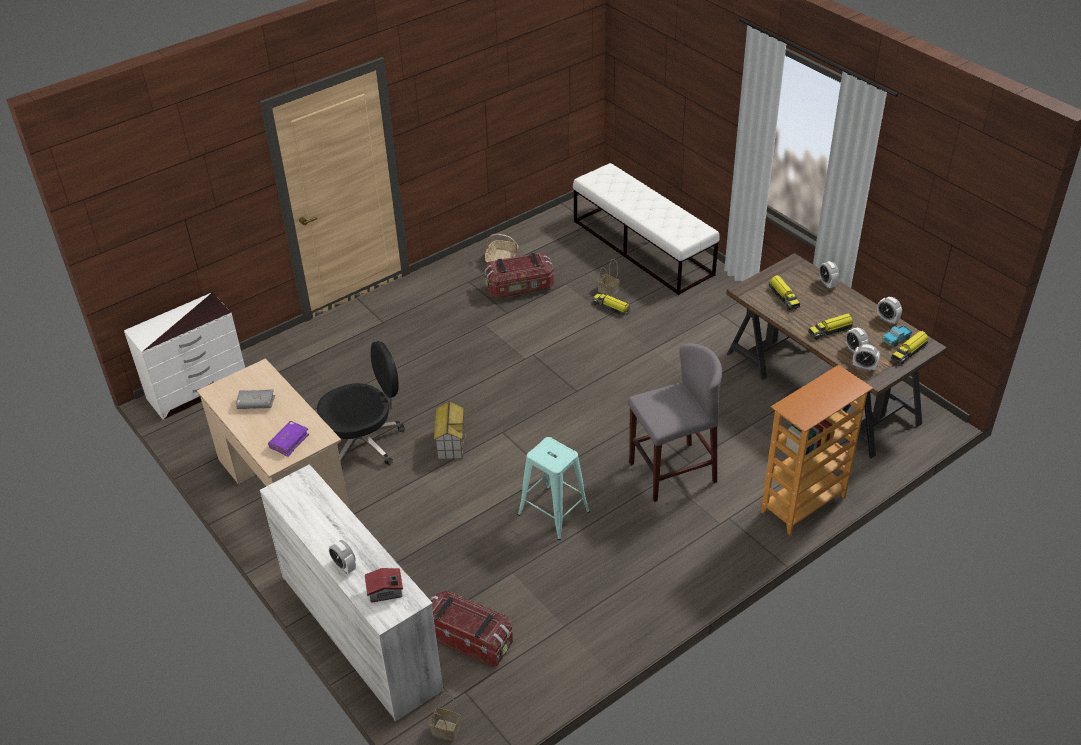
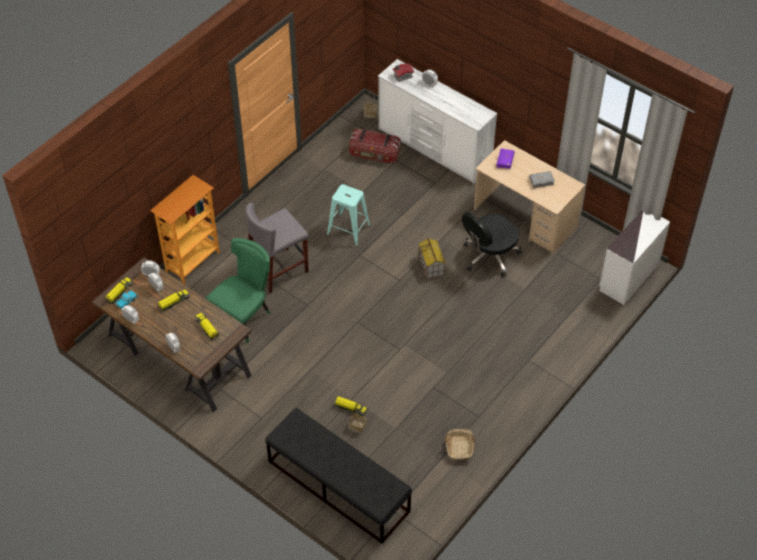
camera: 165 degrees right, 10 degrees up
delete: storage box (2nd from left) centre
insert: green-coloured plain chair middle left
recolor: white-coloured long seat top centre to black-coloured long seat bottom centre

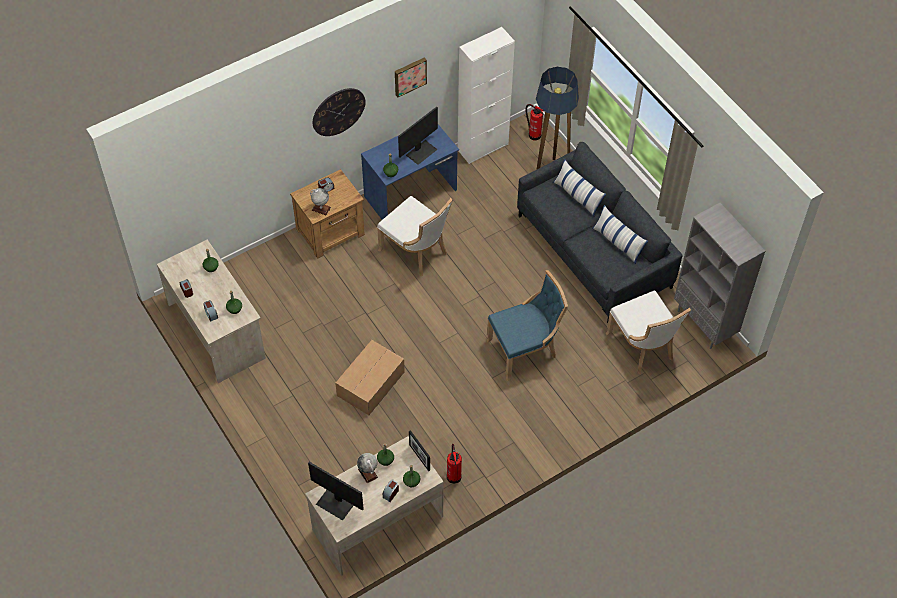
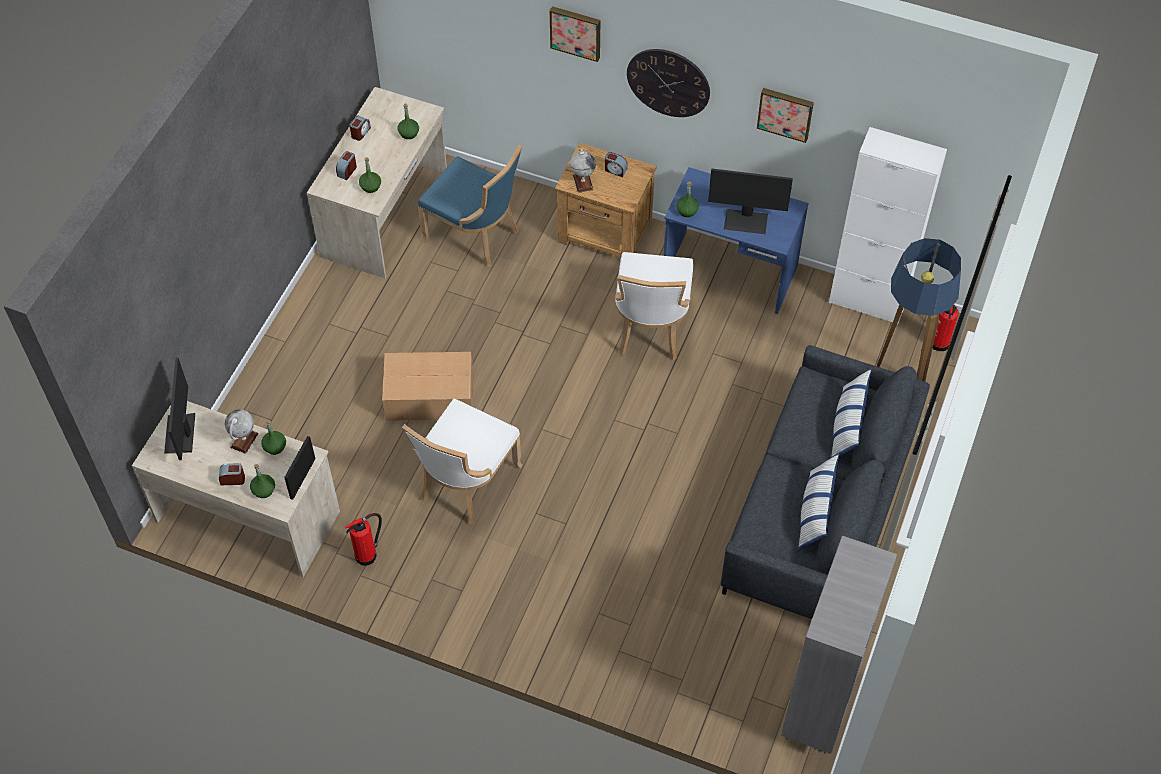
camera: 55 degrees right, 0 degrees up
insert: wall art (1st from left) top centre
move: white-coloured plain chair (2nd from left in the first image) middle right to white-coloured plain chair (1st from left) centre; blue-coloured plain chair centre to top centre

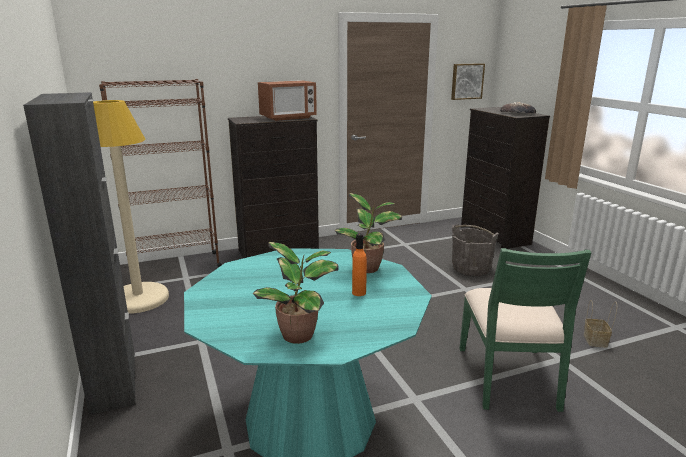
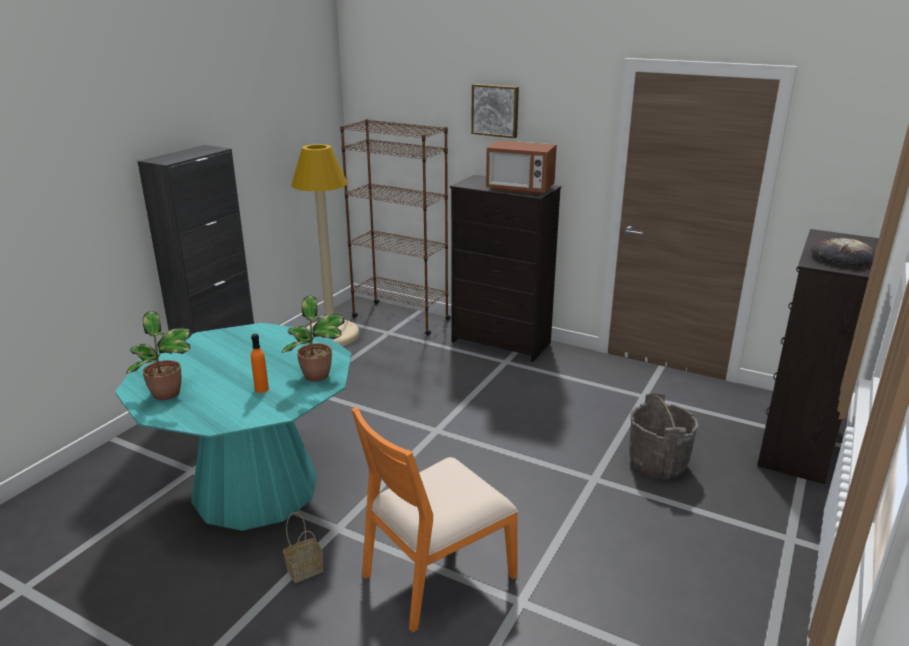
camera: 50 degrees right, 5 degrees up
move: basket bottom right to bottom centre; wall art top right to top centre
recolor: green-coloured plain chair bottom right to orange plain chair bottom centre

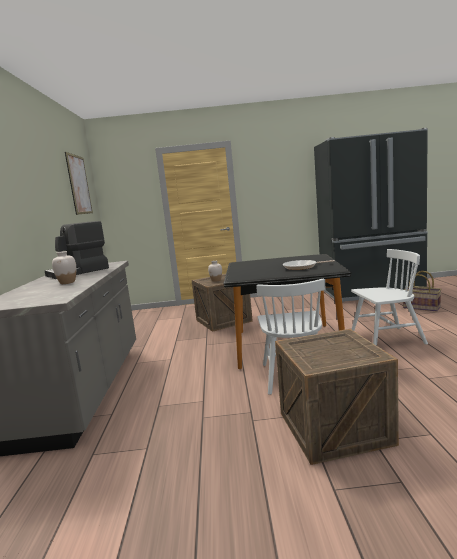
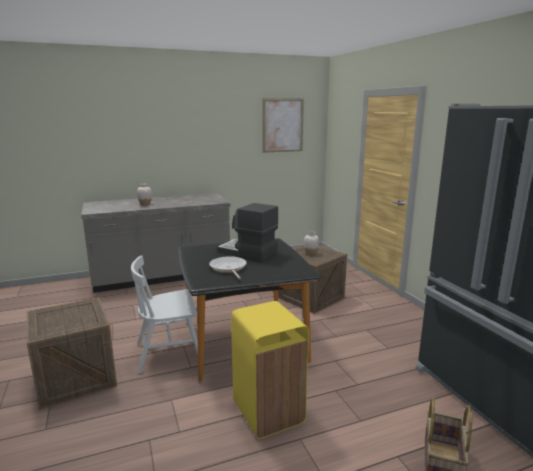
camera: 70 degrees right, 5 degrees up
move: coffee maker middle left to centre
replace: white-coloured plain chair (2nd from left) middle right to yellow-coloured waste bin bottom centre

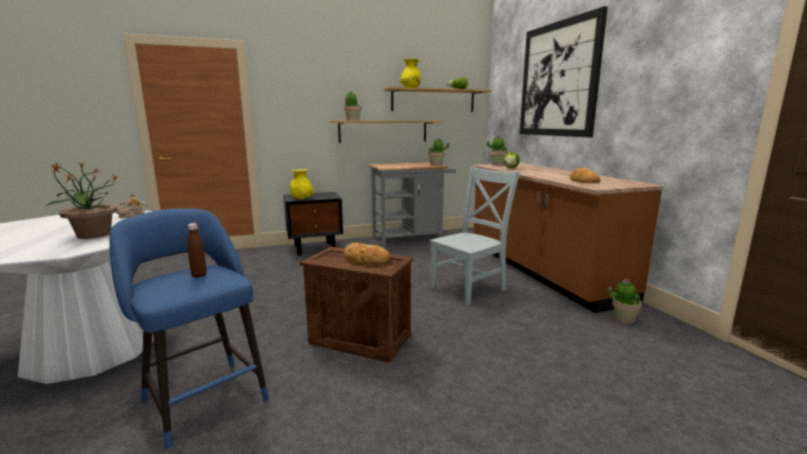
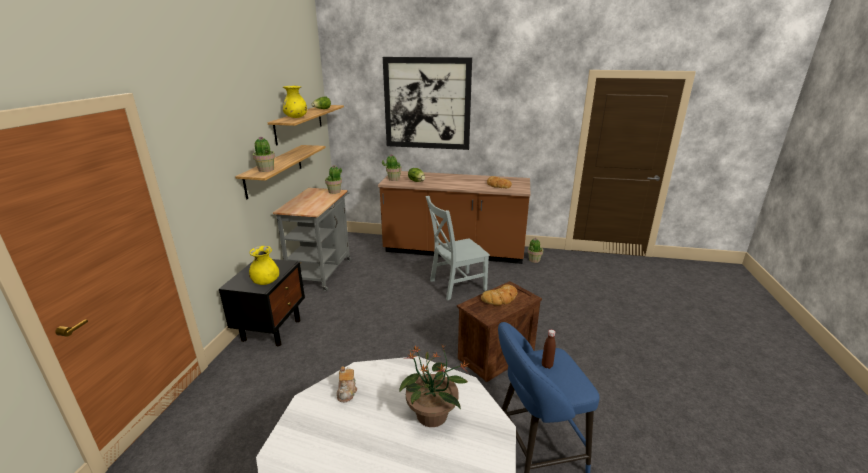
camera: 60 degrees left, 10 degrees up
rotate: gray plain chair centre = centre 105 degrees counterclockwise

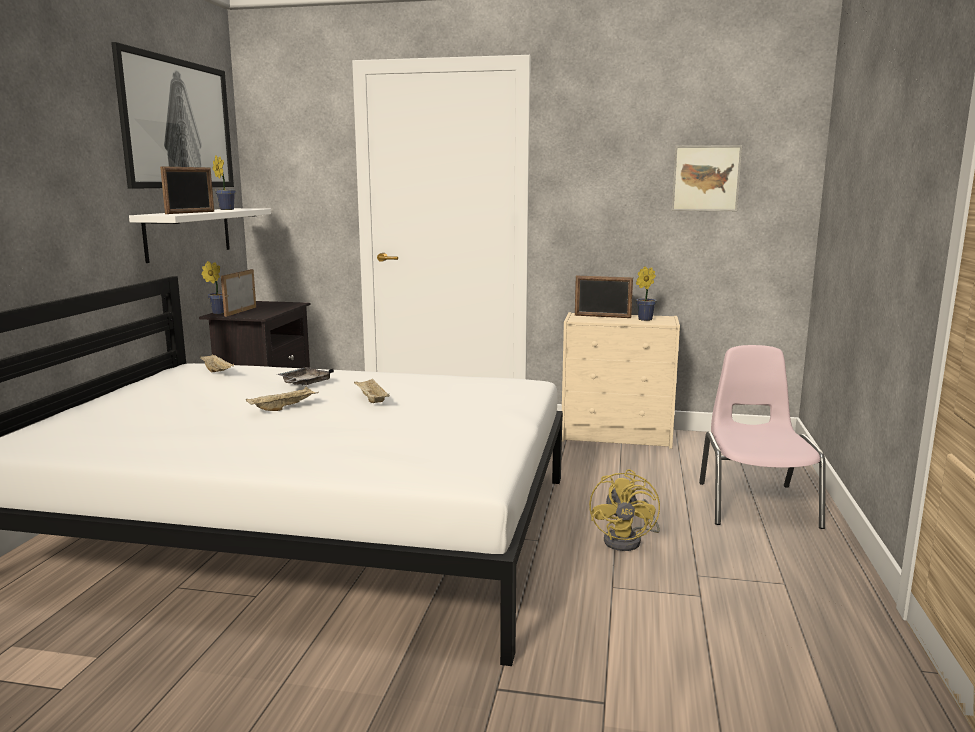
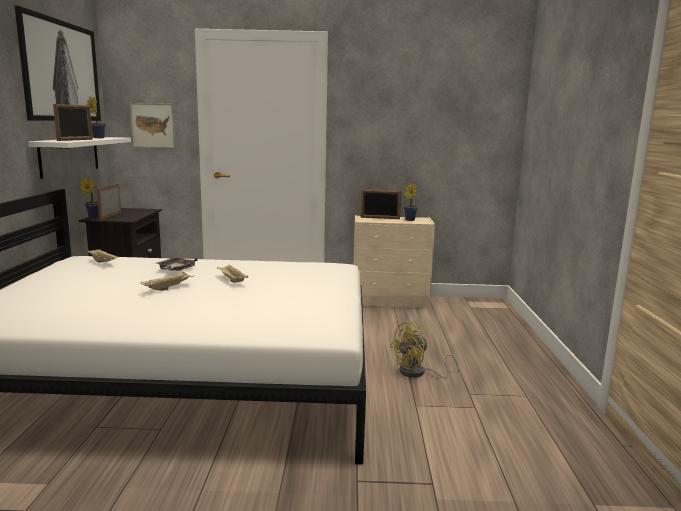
camera: 10 degrees left, 0 degrees up
delete: pinkish plain chair middle right
move: wall art (2nd from left) top right to top left
rotate: yellow-coloured fan bottom centre = bottom centre 60 degrees clockwise

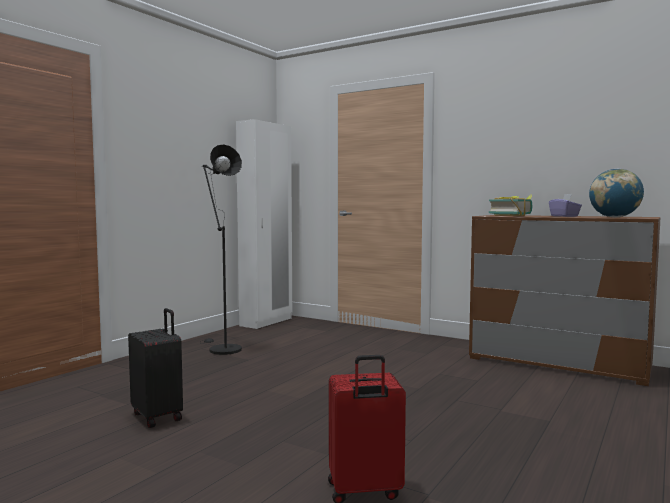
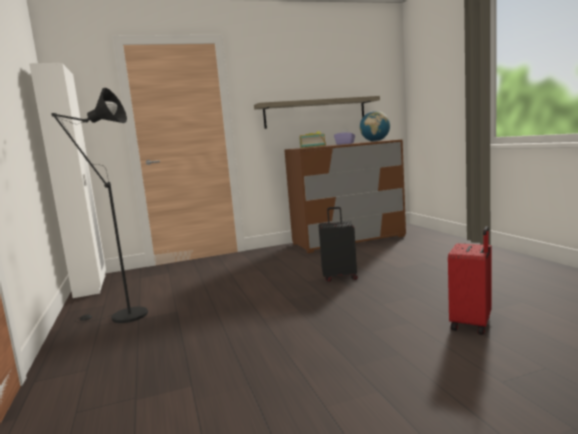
camera: 50 degrees left, 5 degrees up
insert: wall shelf top centre
move: black-coloured piece of luggage bottom left to centre

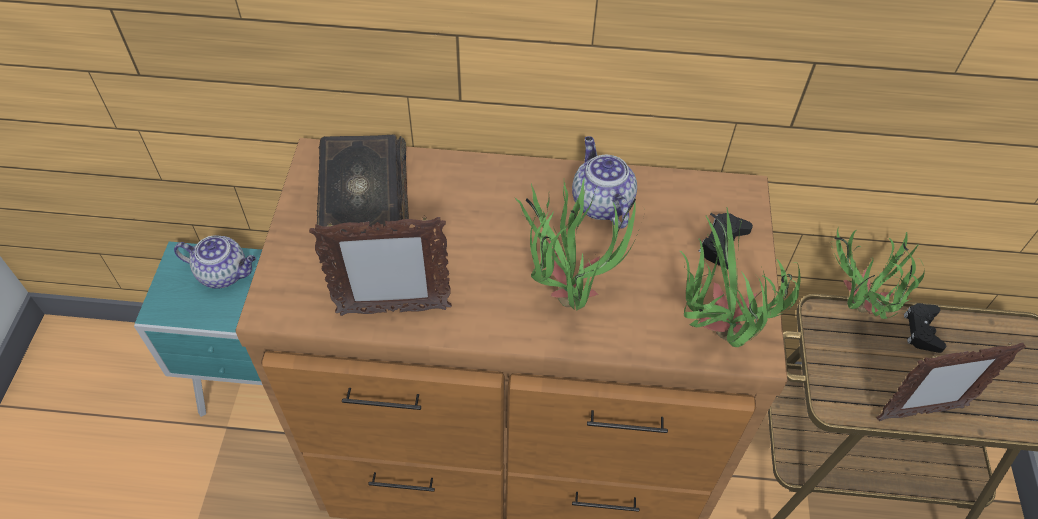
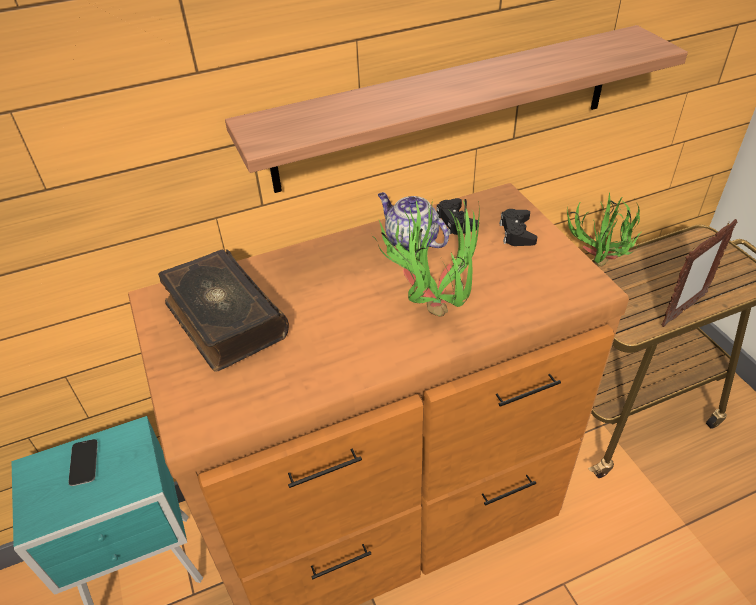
camera: 25 degrees left, 10 degrees down
delete: photo frame (1st from left) centre; potted plant (2nd from left) middle right
insert: wall shelf top centre
move: black-coloured game controller (2nd from left in the first image) middle right to black-coloured game controller (1st from left) centre
replace: pot for tea (1st from left) middle left to handset bottom left

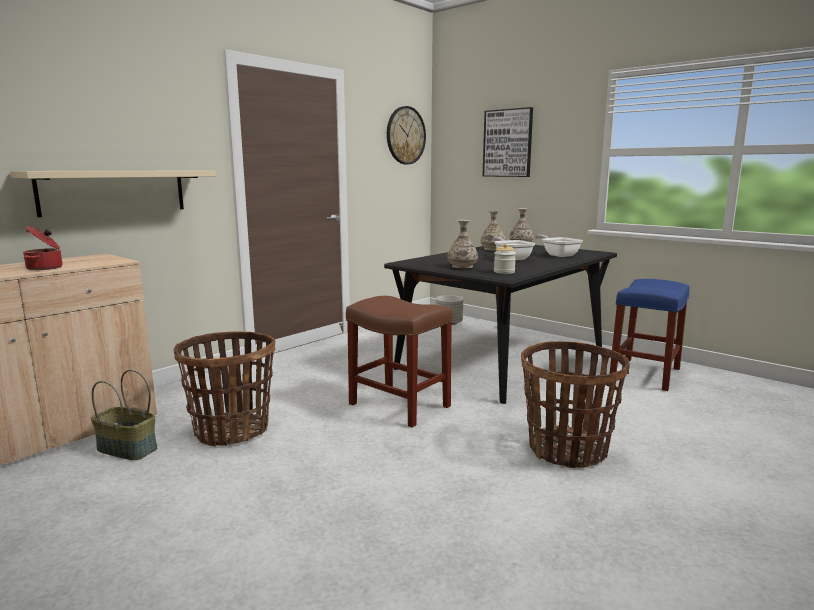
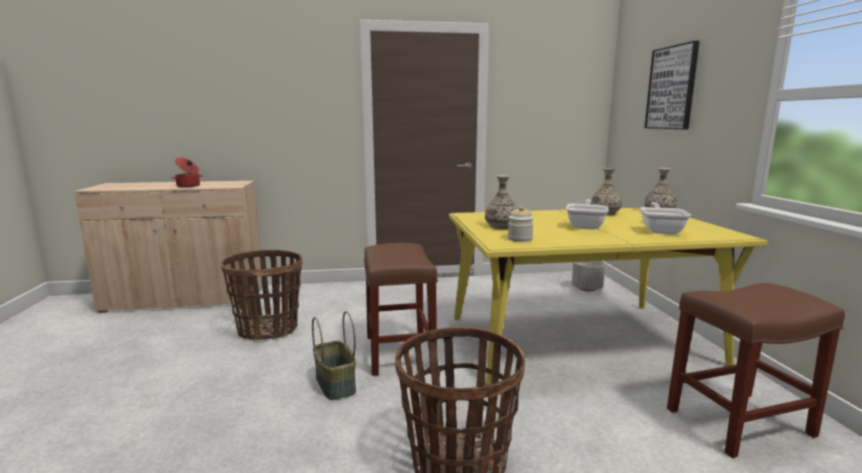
camera: 40 degrees right, 0 degrees up
delete: sand-coloured wall shelf top left; clock on the wall top centre
move: basket (1st from left in the first image) bottom left to basket (2nd from left) bottom centre
recolor: black-coloured kitchen table centre to yellow-coloured kitchen table middle right; blue-coloured stool seat middle right to brown stool seat (2nd from left) bottom right

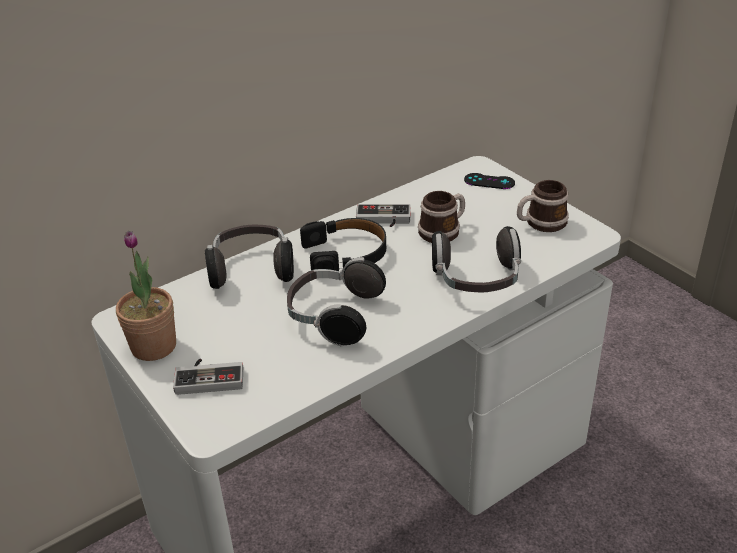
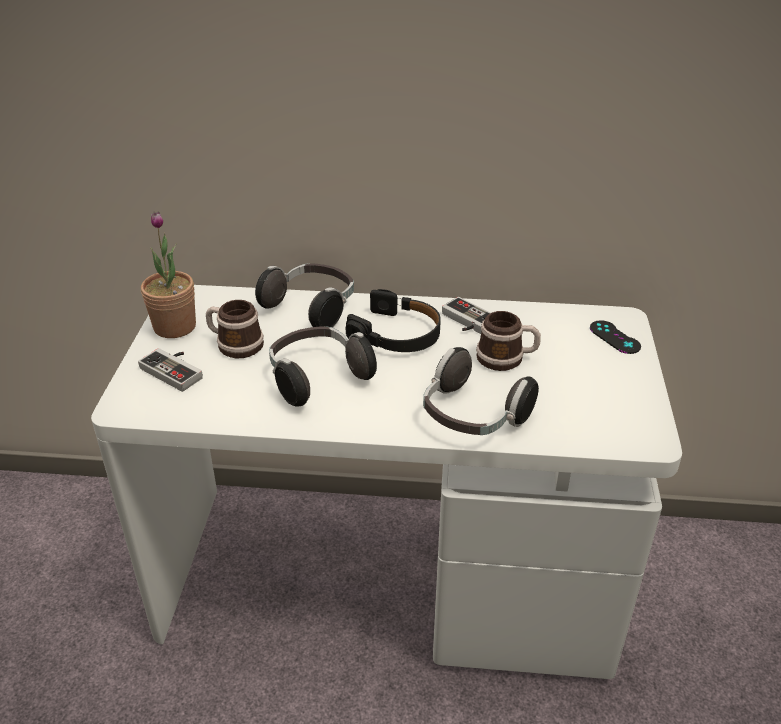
camera: 40 degrees right, 0 degrees up
move: mug (2nd from left in the first image) middle right to mug (1st from left) middle left

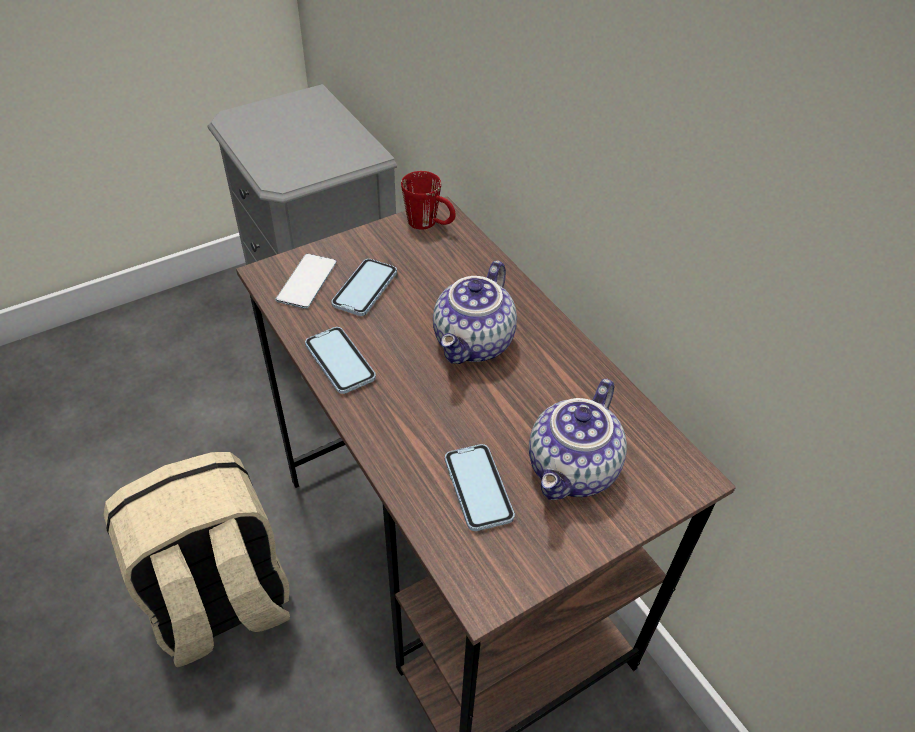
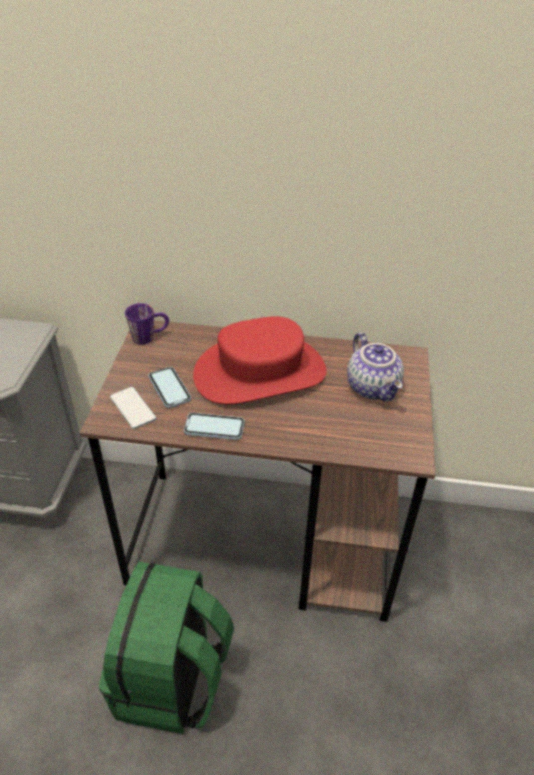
camera: 50 degrees left, 5 degrees down
delete: handset (4th from left) centre
replace: pot for tea (1st from left) centre to red-coloured hat centre
recolor: sand-coloured backpack bottom left to green-coloured backpack bottom left; red-coloured mug top centre to purplish mug middle left

